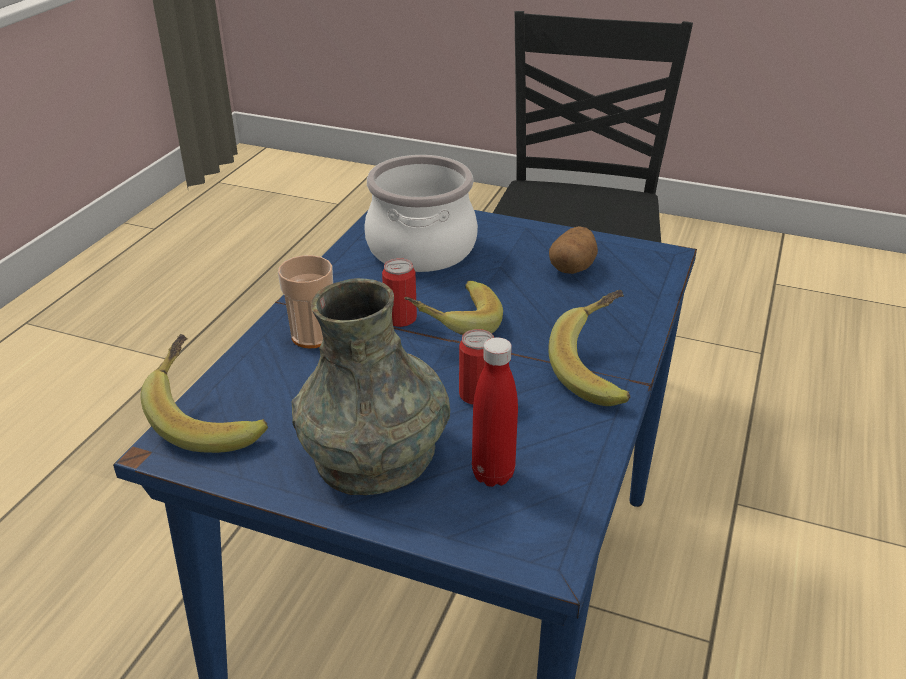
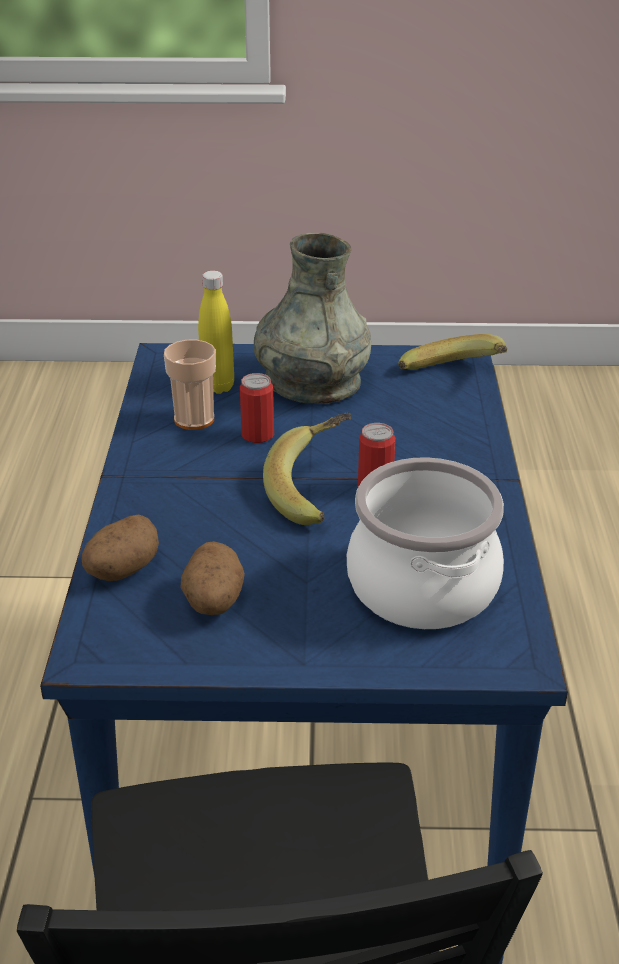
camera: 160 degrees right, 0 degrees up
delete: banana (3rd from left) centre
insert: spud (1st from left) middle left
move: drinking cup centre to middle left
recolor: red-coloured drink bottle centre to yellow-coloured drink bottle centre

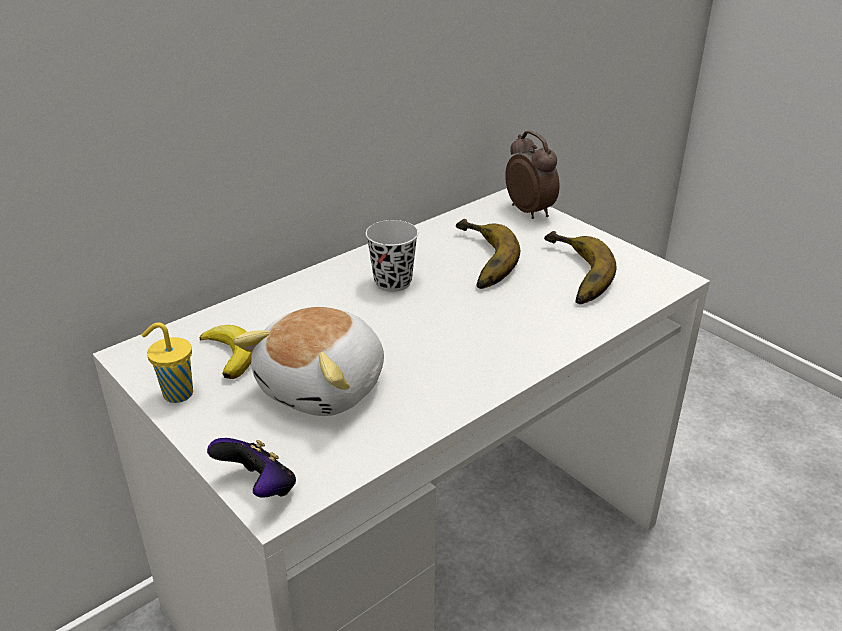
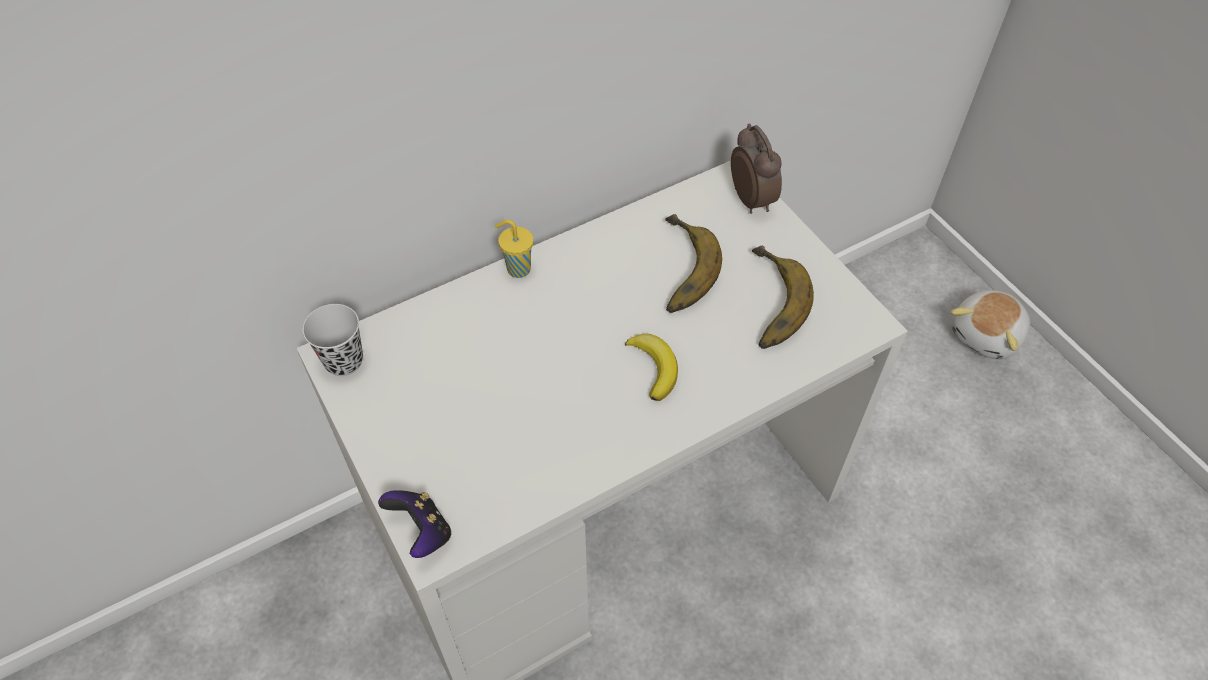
camera: 10 degrees right, 20 degrees up
move: black-coloured drinking cup centre to middle left; yellow-coloured drinking cup middle left to centre; banana (1st from left) middle left to centre; soft toy centre to middle right

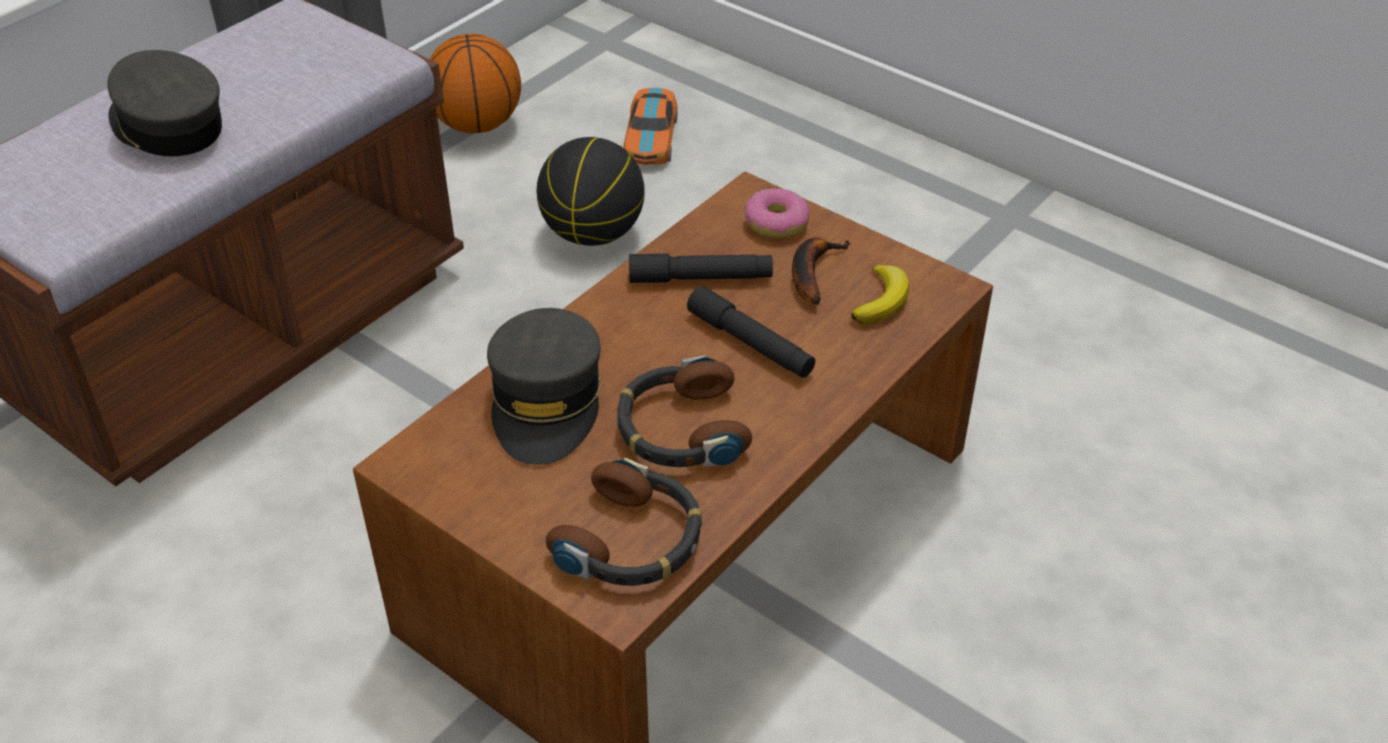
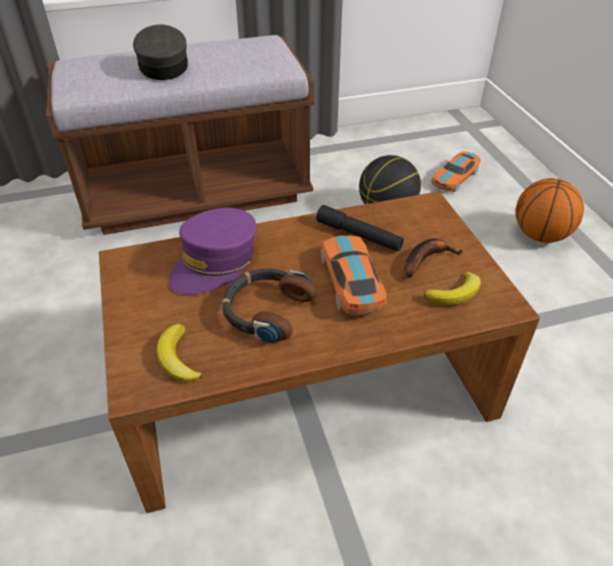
camera: 35 degrees right, 0 degrees up
delete: ring doughnut top centre
move: basketball ball (1st from left in the first image) top centre to basketball ball (2nd from left) middle right
replace: pair of headphones (1st from left) bottom centre to banana (1st from left) middle left; black-coloured hand torch (2nd from left) centre to toy car (1st from left) centre
recolor: gray peaked cap (2nd from left) centre to purplish peaked cap centre

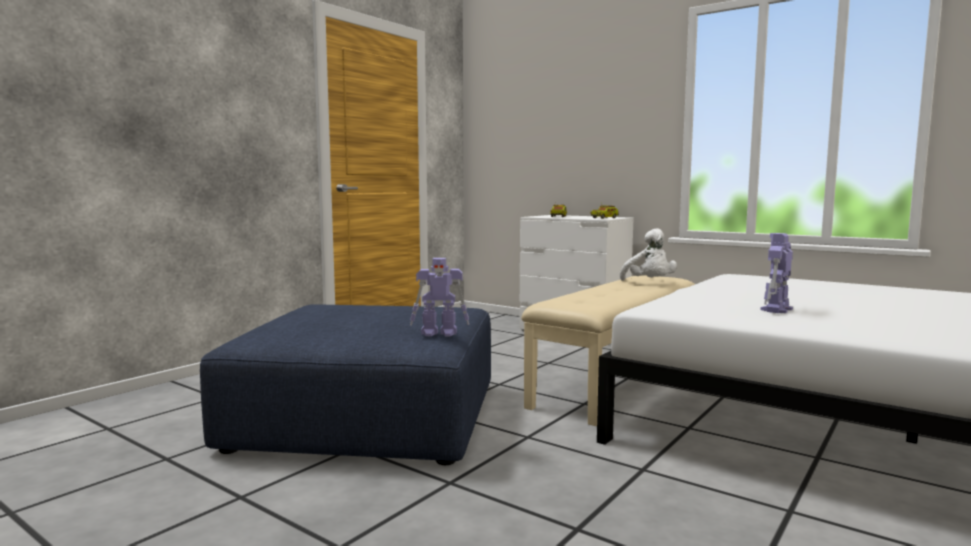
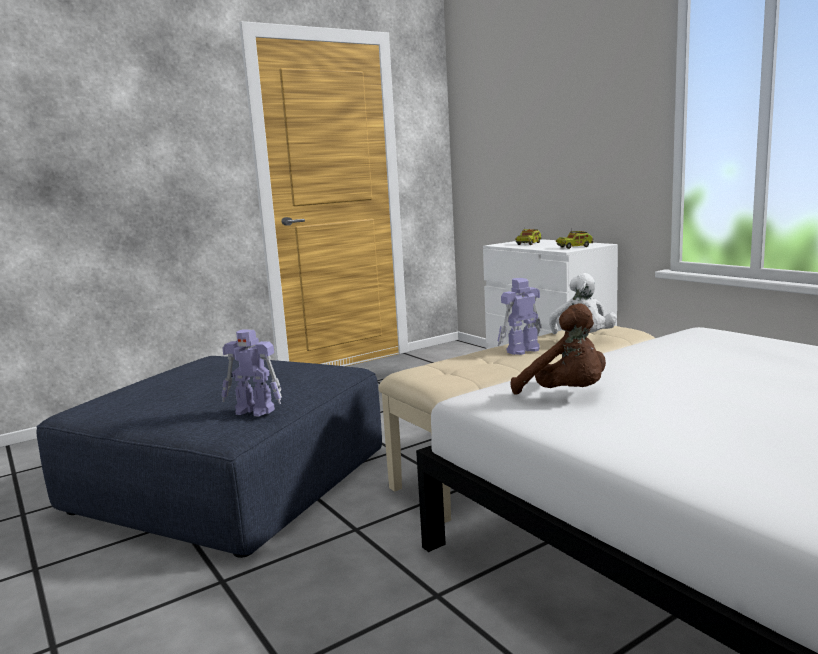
camera: 20 degrees right, 5 degrees up
insert: brown soft toy middle right
move: toy robot (2nd from left) middle right to centre

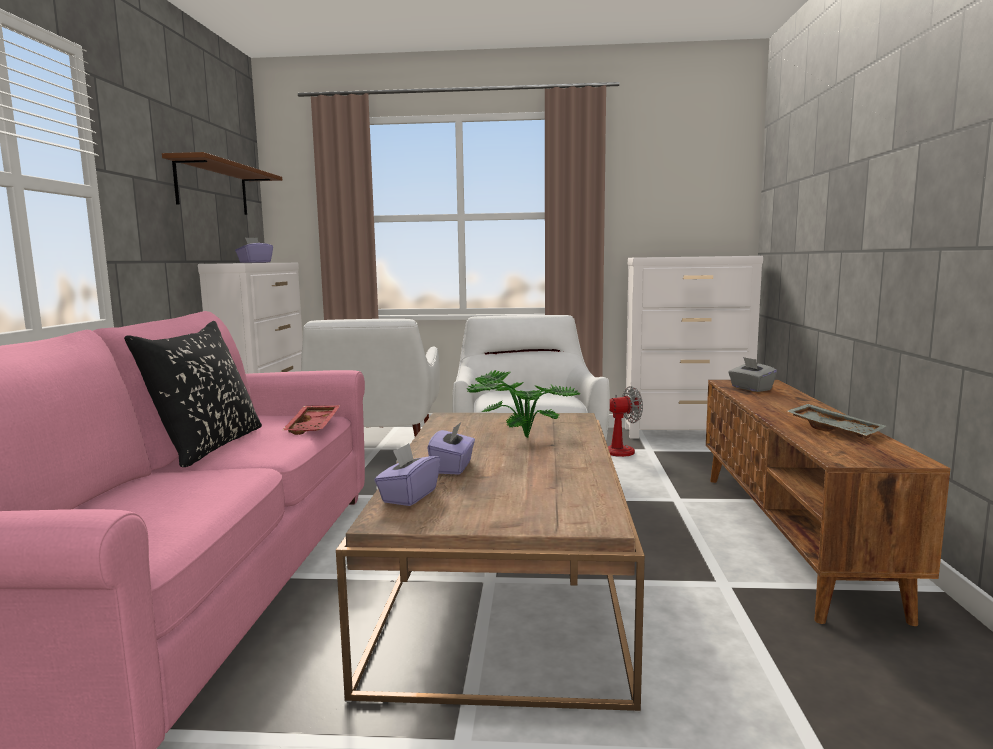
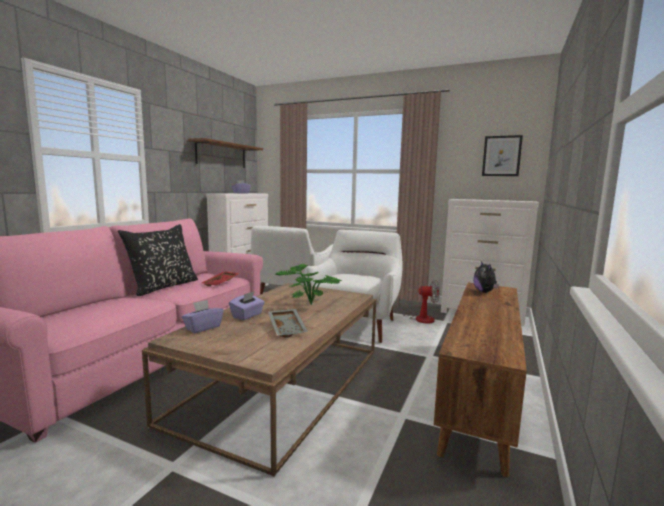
camera: 20 degrees right, 0 degrees up
insert: wall art top right
move: gray serving tray middle right to centre
replace: gray tissue box middle right to soft toy middle right

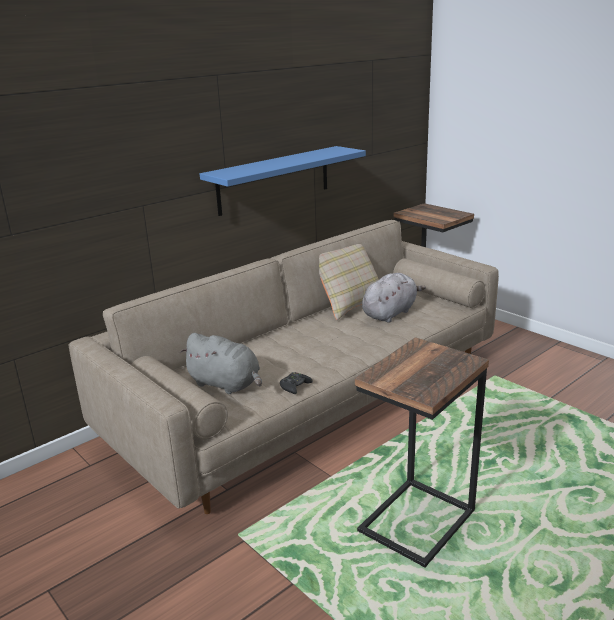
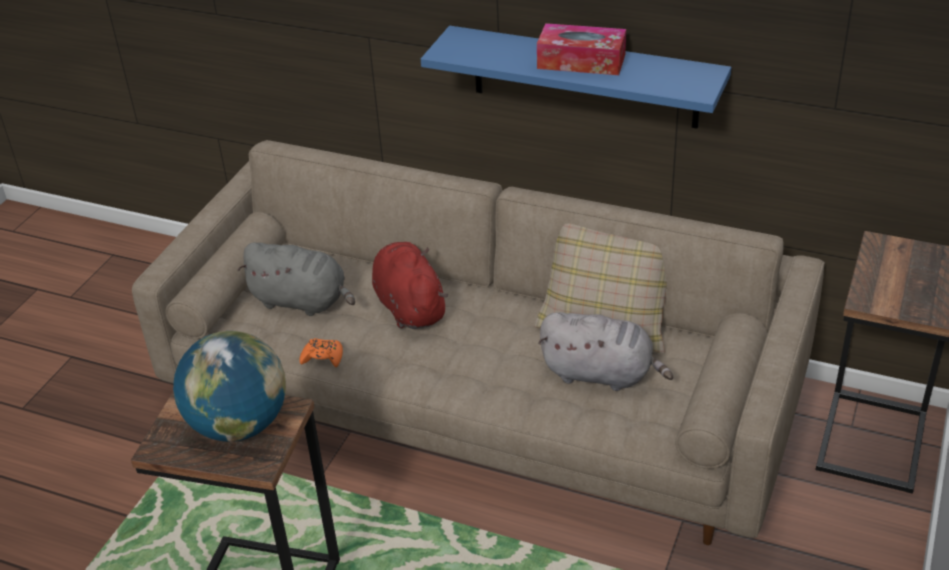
camera: 65 degrees right, 15 degrees up
insert: desk globe bottom left; red-coloured soft toy centre; tissue box top centre
recolor: black-coloured game controller centre to orange game controller centre
rotate: gray soft toy (1st from left) centre = middle left 75 degrees counterclockwise

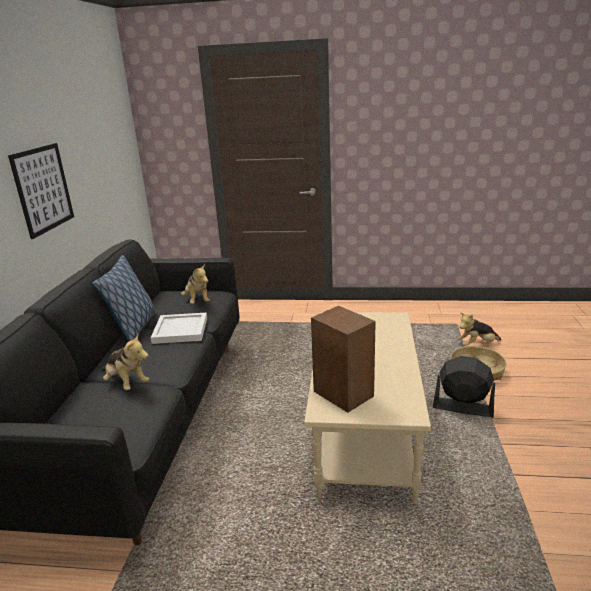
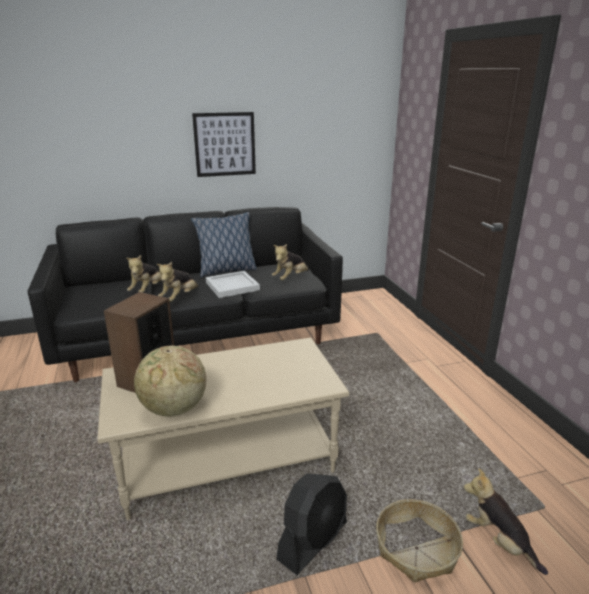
camera: 65 degrees right, 0 degrees up
insert: desk globe middle left; soft toy (2nd from left) middle left
rotate: black-coloured fan middle right = bottom centre 45 degrees clockwise

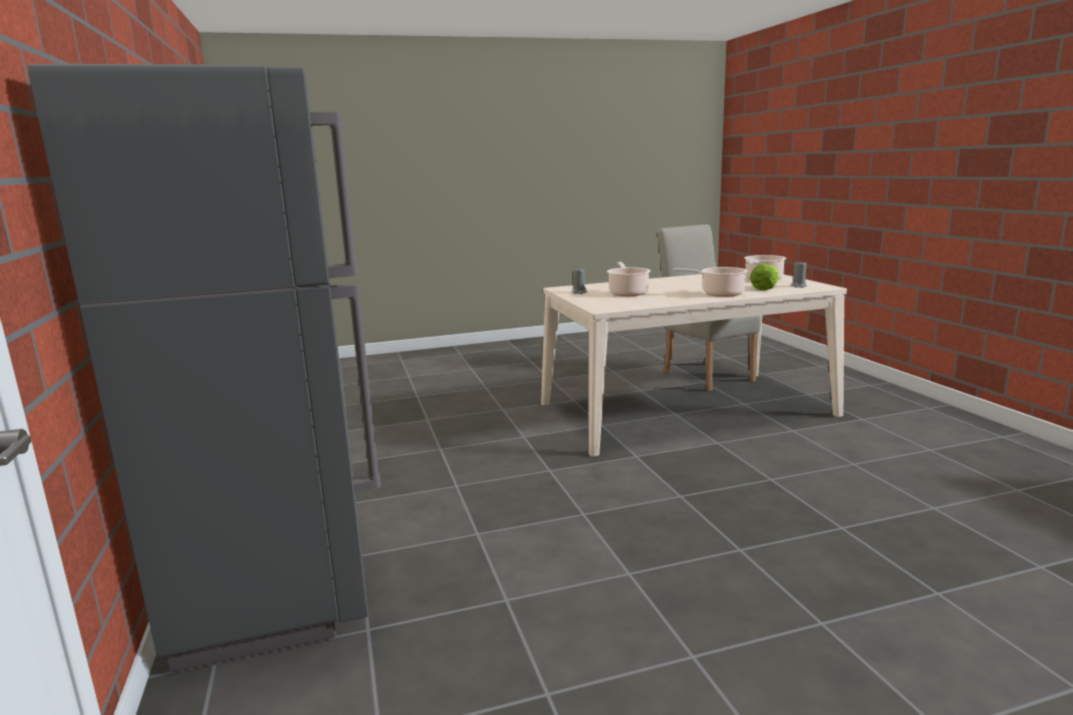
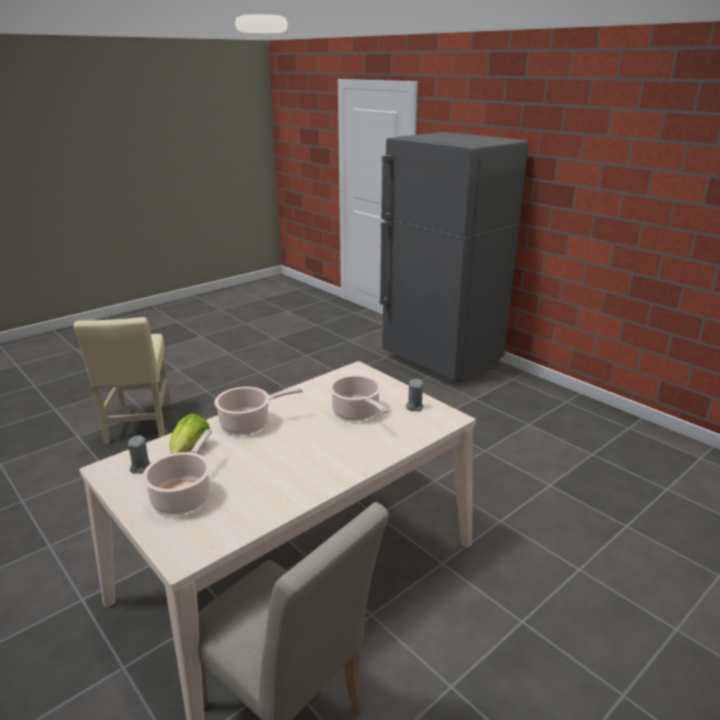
camera: 155 degrees right, 10 degrees up
insert: sand-coloured plain chair (1st from left) middle left

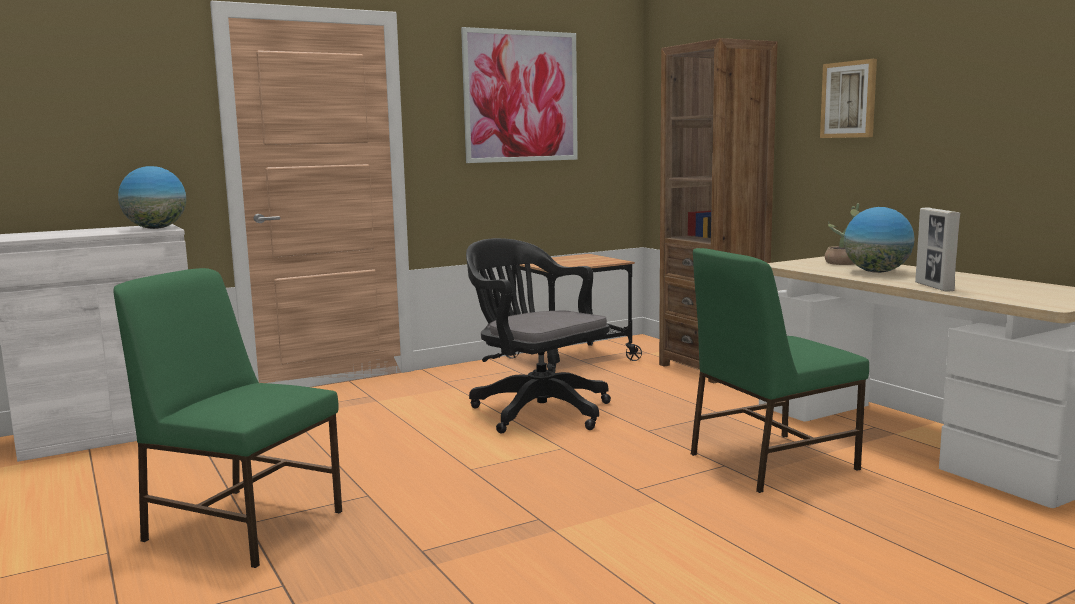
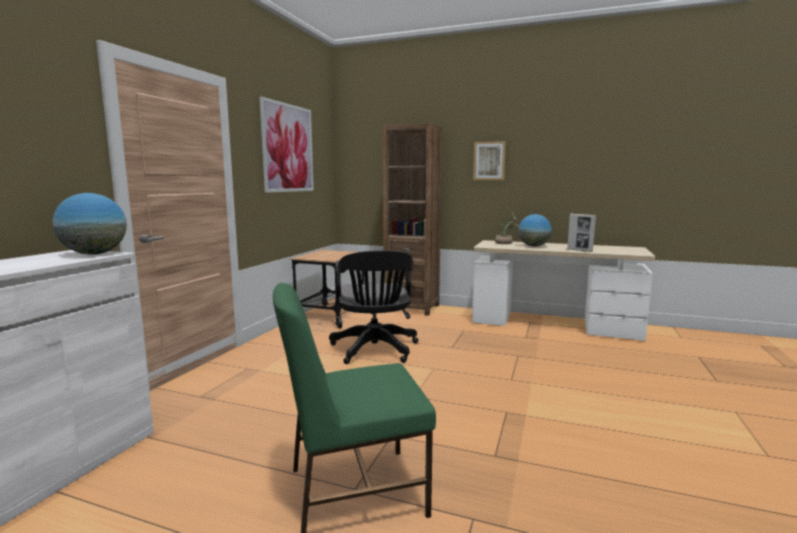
camera: 40 degrees left, 0 degrees up
delete: green-coloured plain chair (2nd from left) middle right
rotate: black-coloured office chair centre = centre 105 degrees counterclockwise

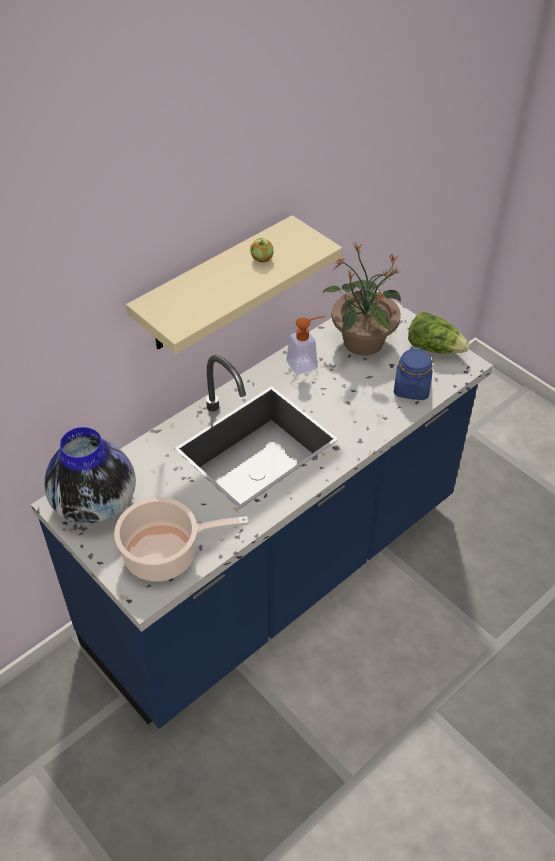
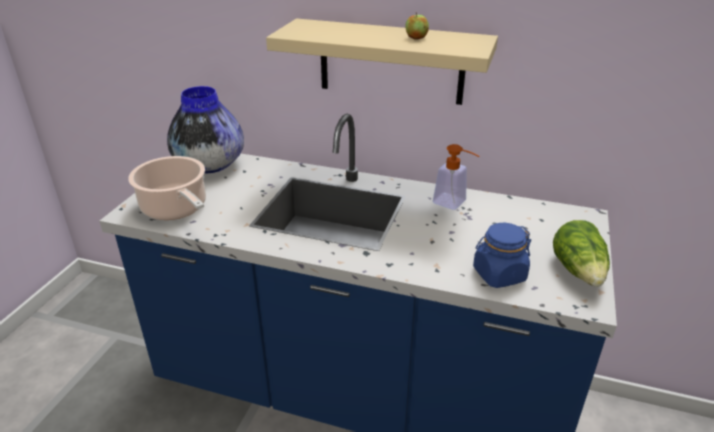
camera: 60 degrees right, 15 degrees down
delete: potted plant centre

